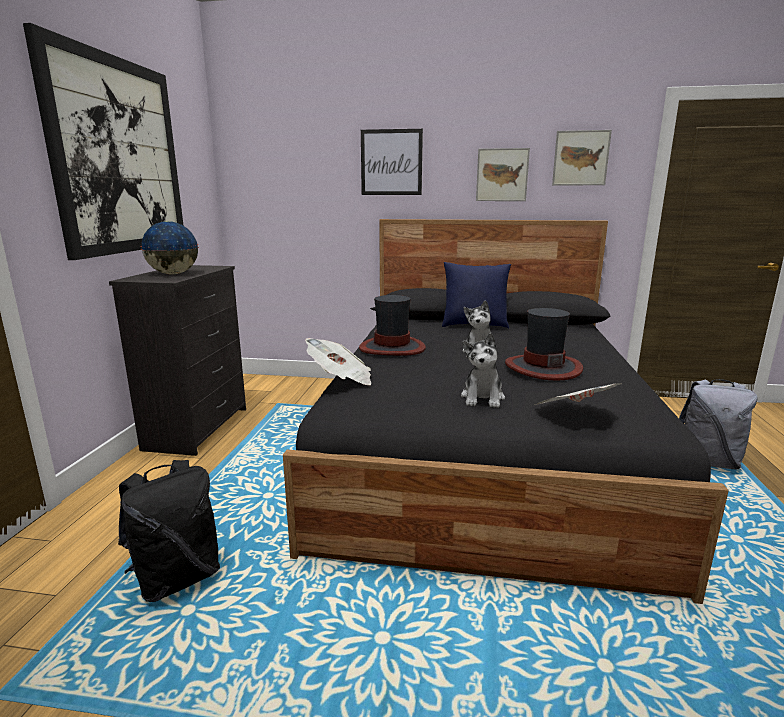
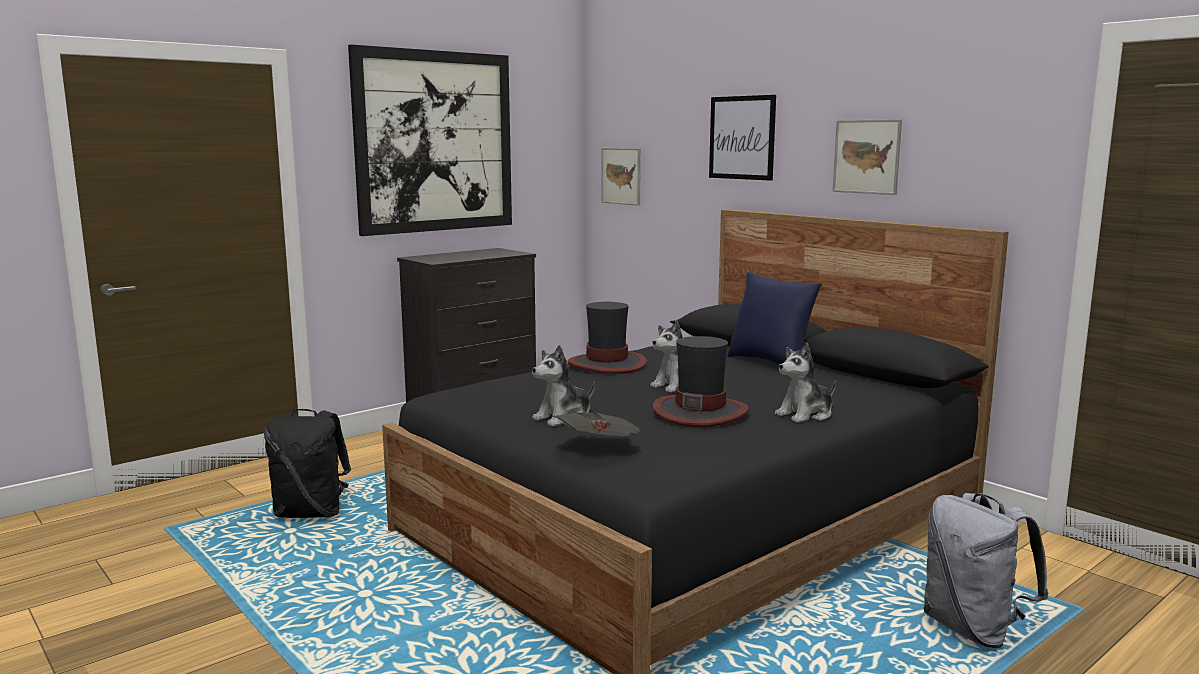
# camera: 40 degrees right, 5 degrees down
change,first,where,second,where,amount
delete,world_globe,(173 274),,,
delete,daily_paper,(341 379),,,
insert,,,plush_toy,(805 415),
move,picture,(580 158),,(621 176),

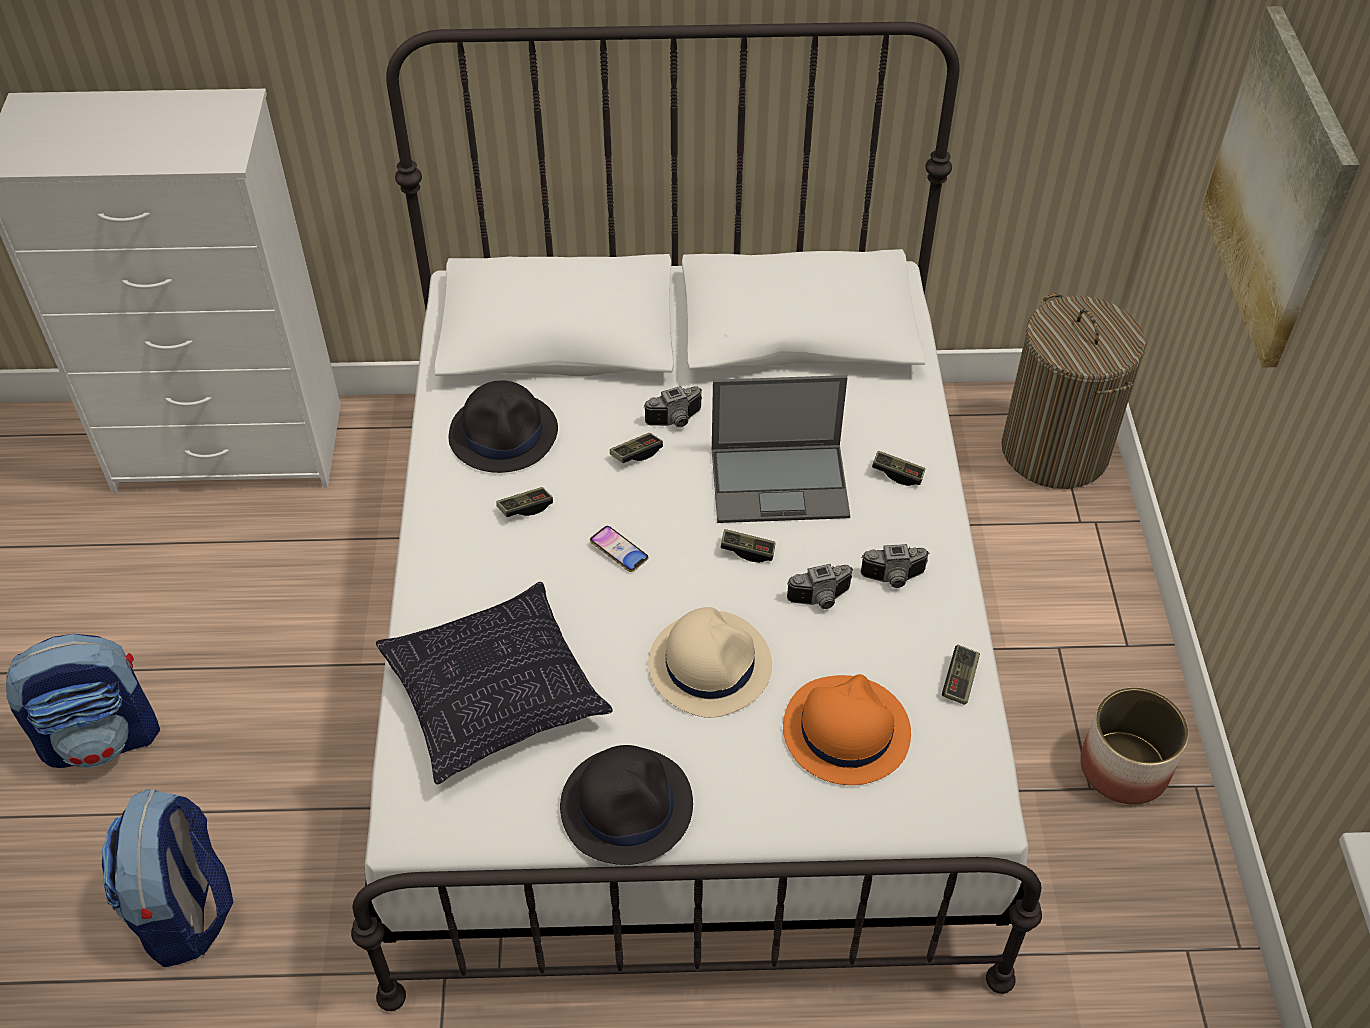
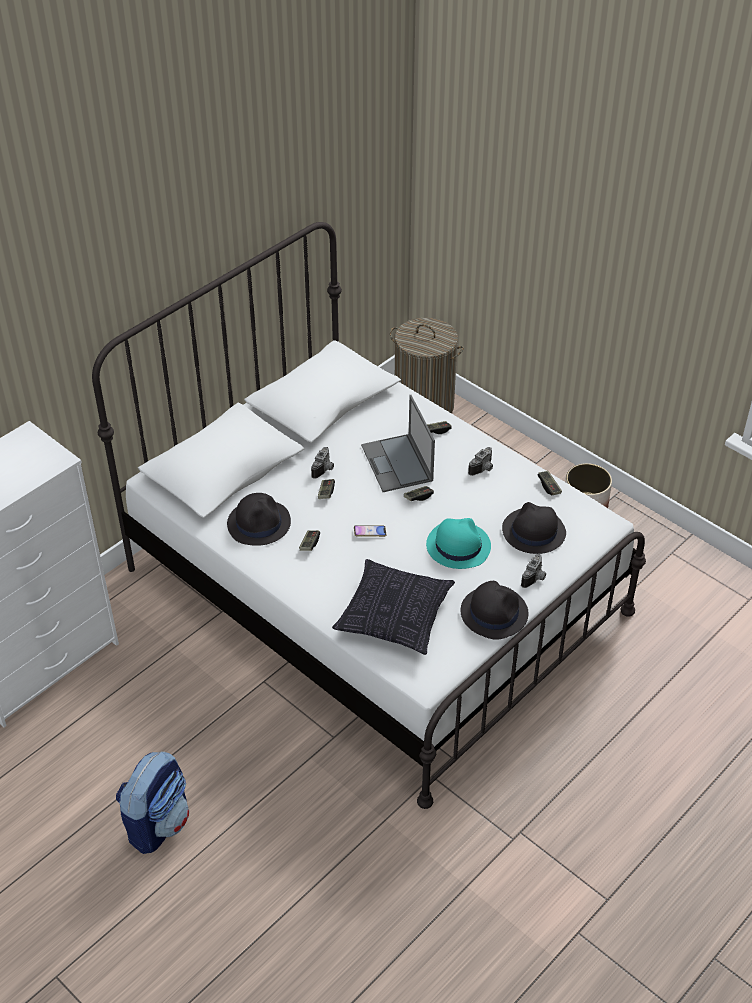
# camera: 45 degrees left, 5 degrees down
change,first,where,second,where,amount
delete,backpack,(186 911),,,
delete,picture,(1279 188),,,
move,still_camera,(821 600),,(535 578),
recolor,beige_hat,(709 664),blue-green_hat,(458 546),
recolor,orange-coloured_hat,(845 730),black_hat,(533 531),
rotate,laptop,(781 482),,(397 464),120 degrees clockwise

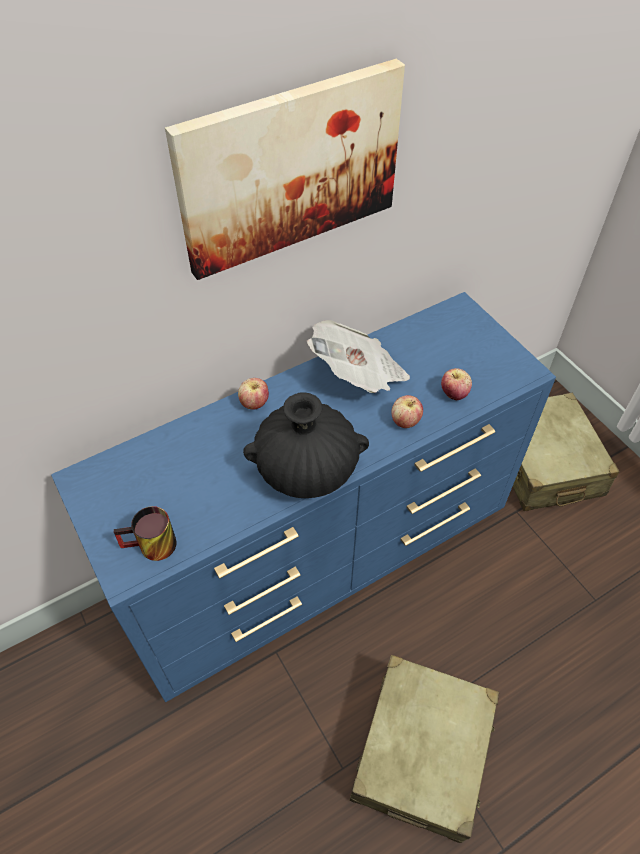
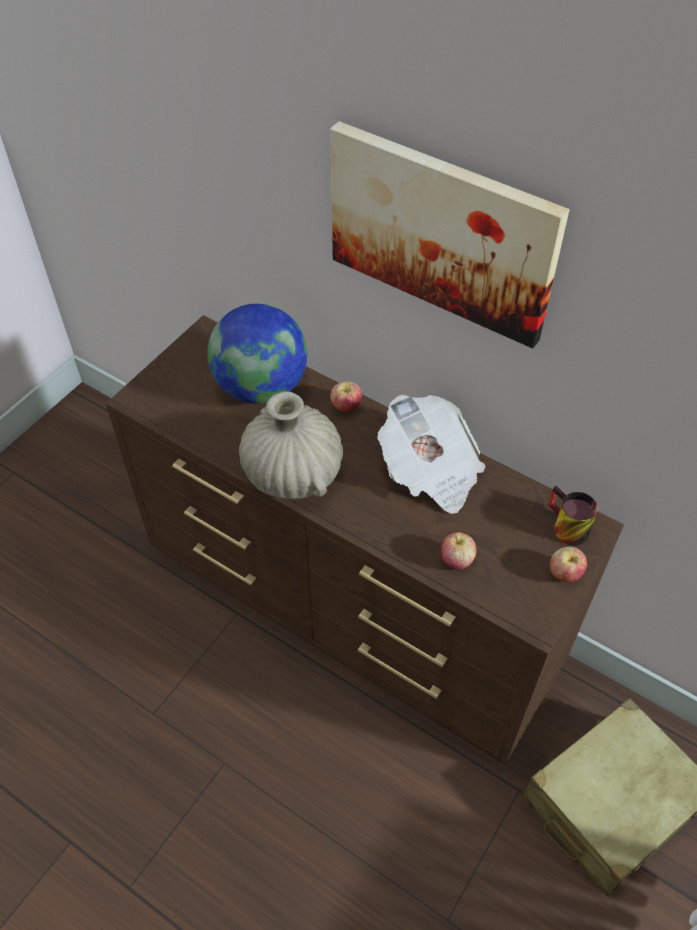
# camera: 65 degrees right, 0 degrees up
change,first,where,second,where,amount
delete,beige_travel_case,(422 752),,,
insert,,,world_globe,(261 387),
move,mug,(151 548),,(564 527),
move,whole_apple,(405 421),,(564 574),
recolor,bluish_chest_of_drawers,(320 557),brown_chest_of_drawers,(351 609),
recolor,black_flower_vase,(307 470),beige_flower_vase,(292 473),

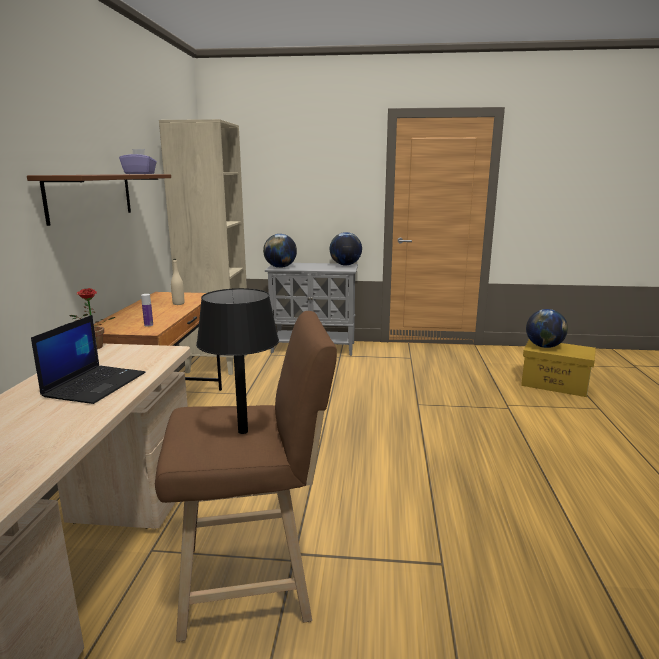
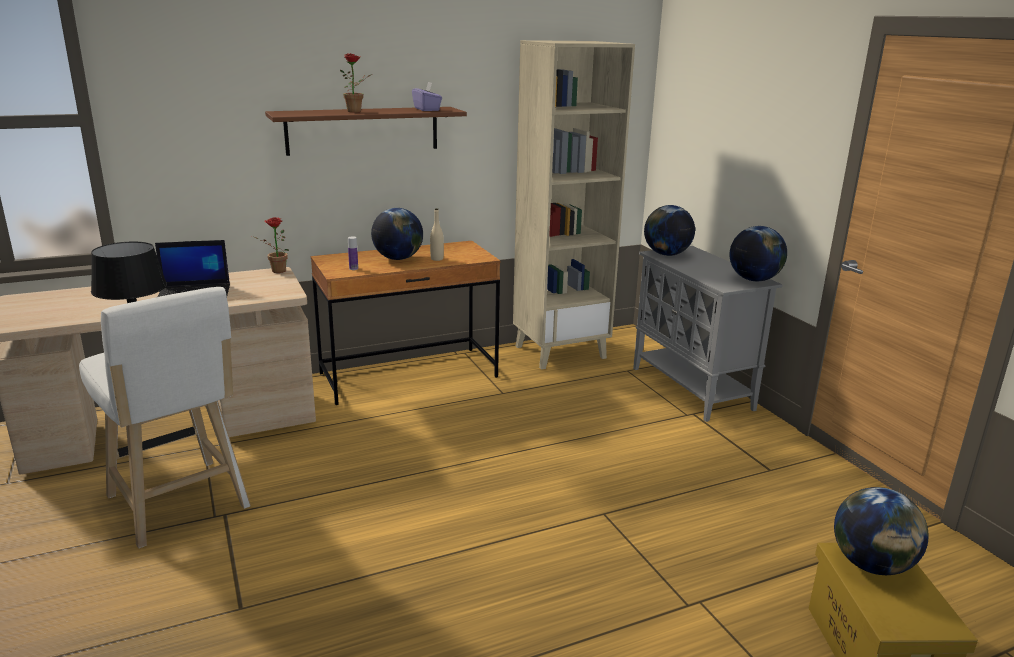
# camera: 60 degrees right, 5 degrees up
change,first,where,second,where,amount
insert,,,houseplant,(357 111),
insert,,,world_globe,(398 258),
recolor,brown_stool_seat,(254 581),white_stool_seat,(180 506),

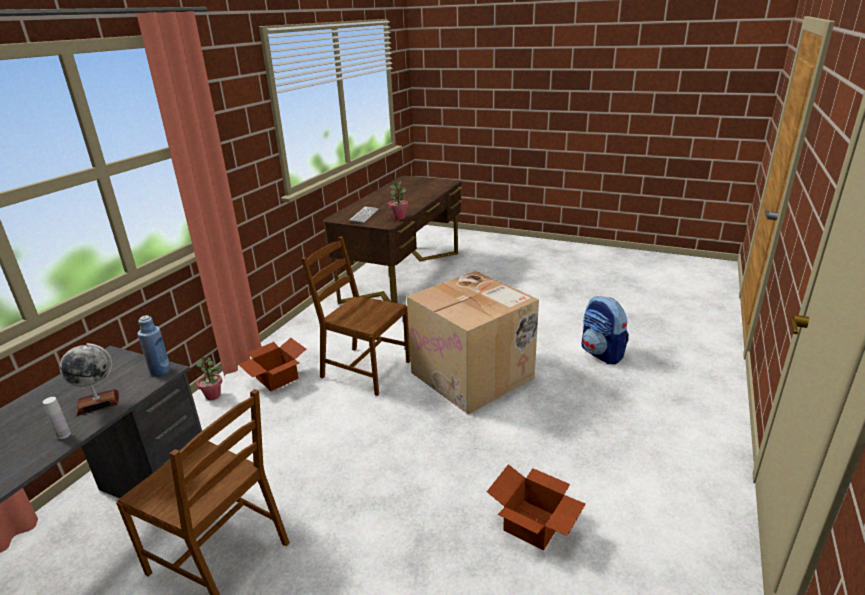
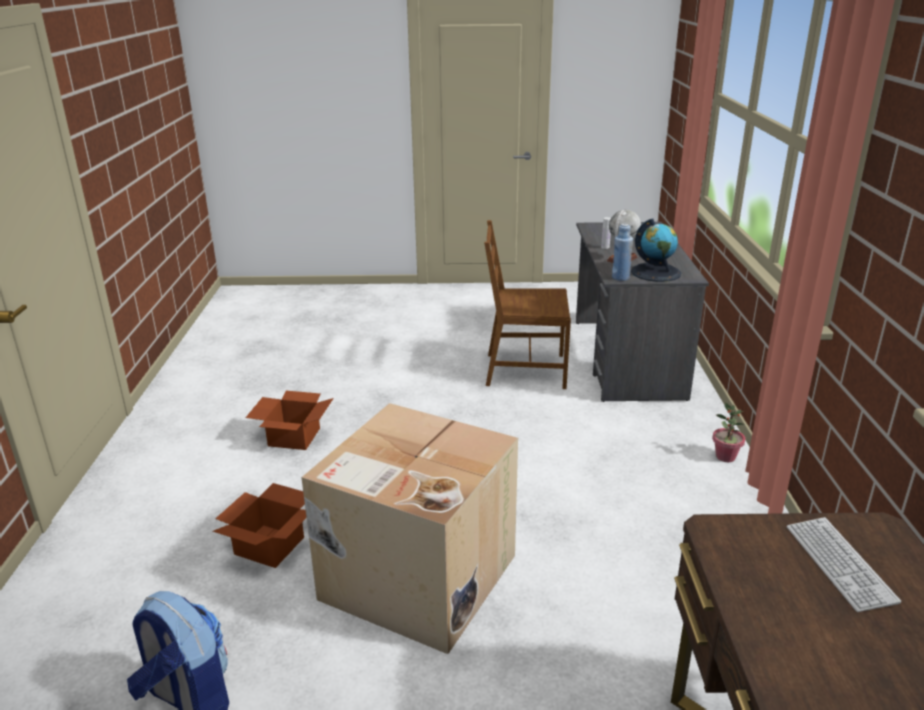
# camera: 155 degrees right, 0 degrees up
change,first,where,second,where,amount
delete,brown_plain_chair,(364 370),,,
delete,houseplant,(399 217),,,
insert,,,world_globe,(656 272),
move,cardboard_box,(275 378),,(271 545),

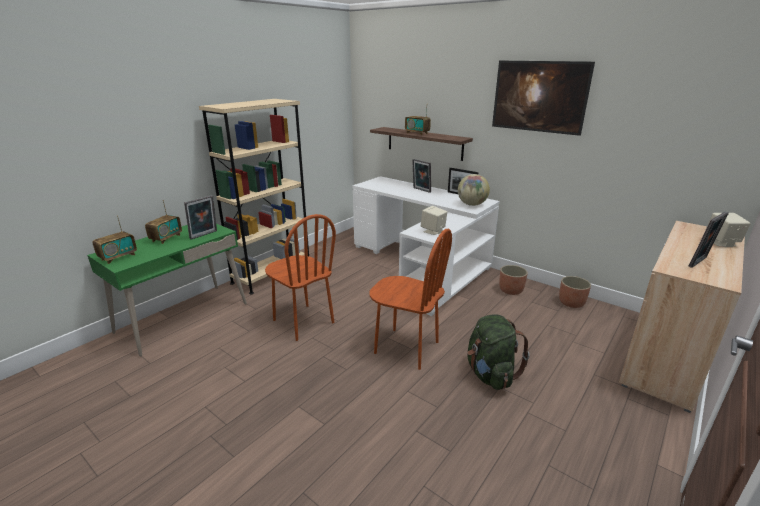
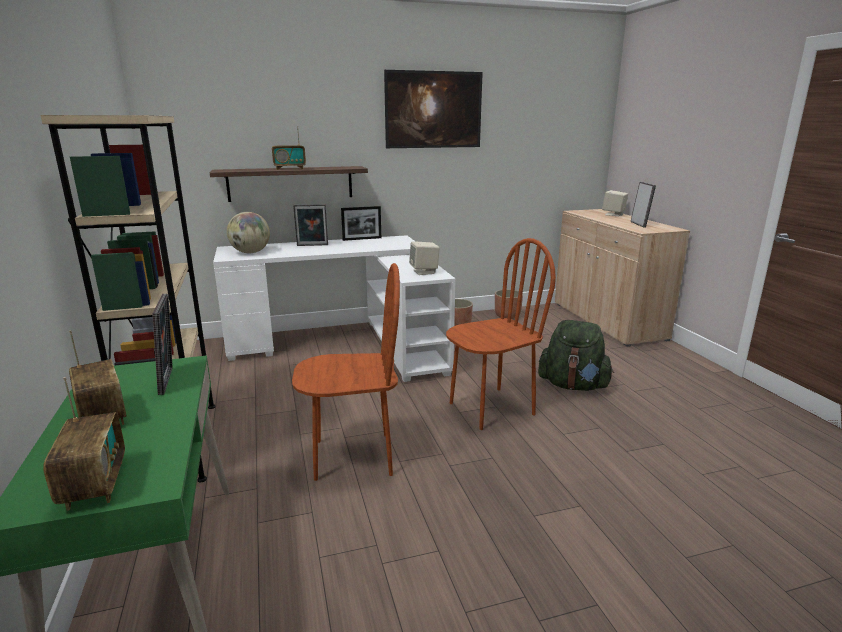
# camera: 55 degrees left, 5 degrees down
change,first,where,second,where,amount
move,world_globe,(471 204),,(250 252),

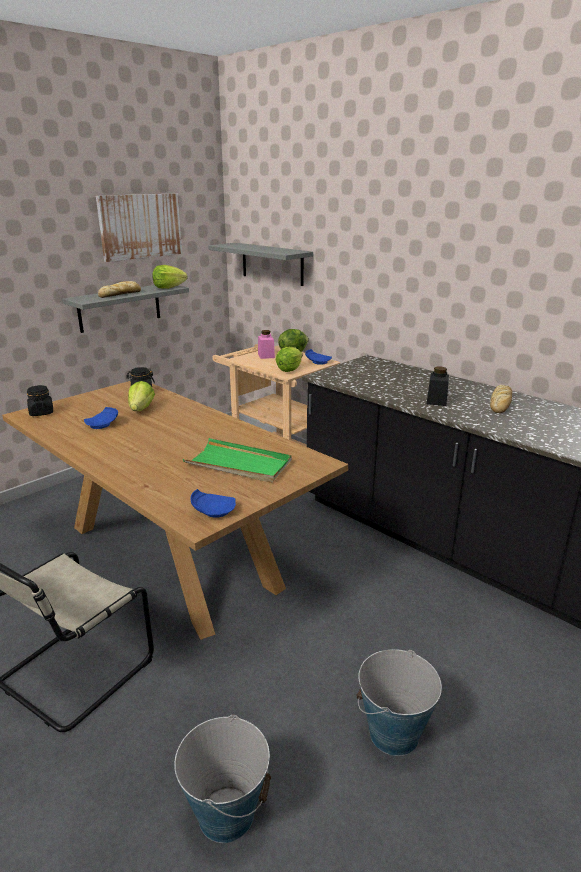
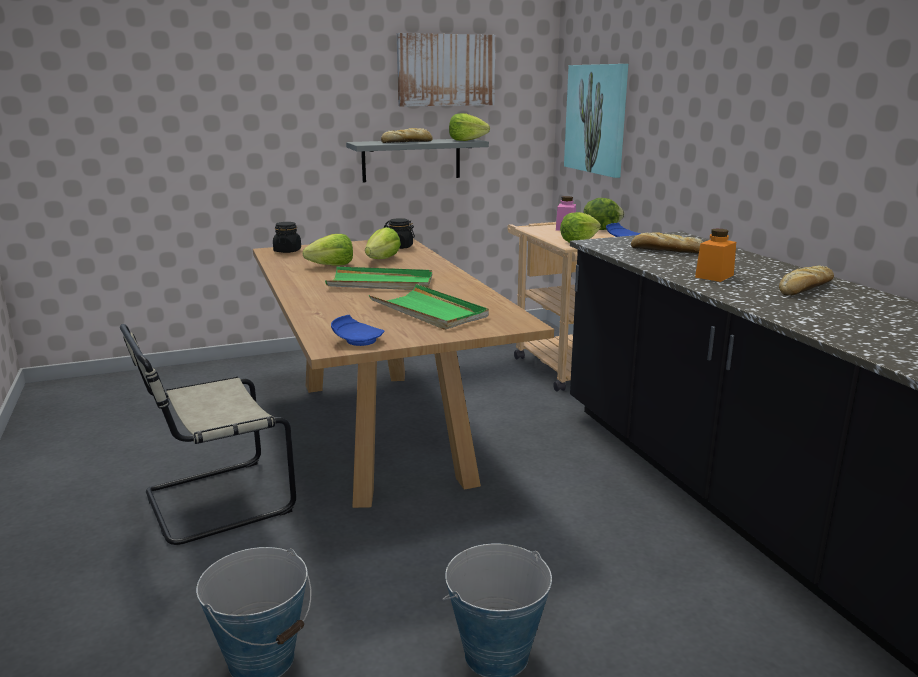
# camera: 25 degrees right, 5 degrees down
change,first,where,second,where,amount
insert,,,greenish_tray,(381 283),
insert,,,bread,(665 250),
replace,bluish_flat_dish,(103 425),lettuce,(332 265),
replace,greyish_bracket_shelf,(272 263),picture,(596 119),
recolor,black_jar,(436 400),orange-coloured_jar,(714 276),

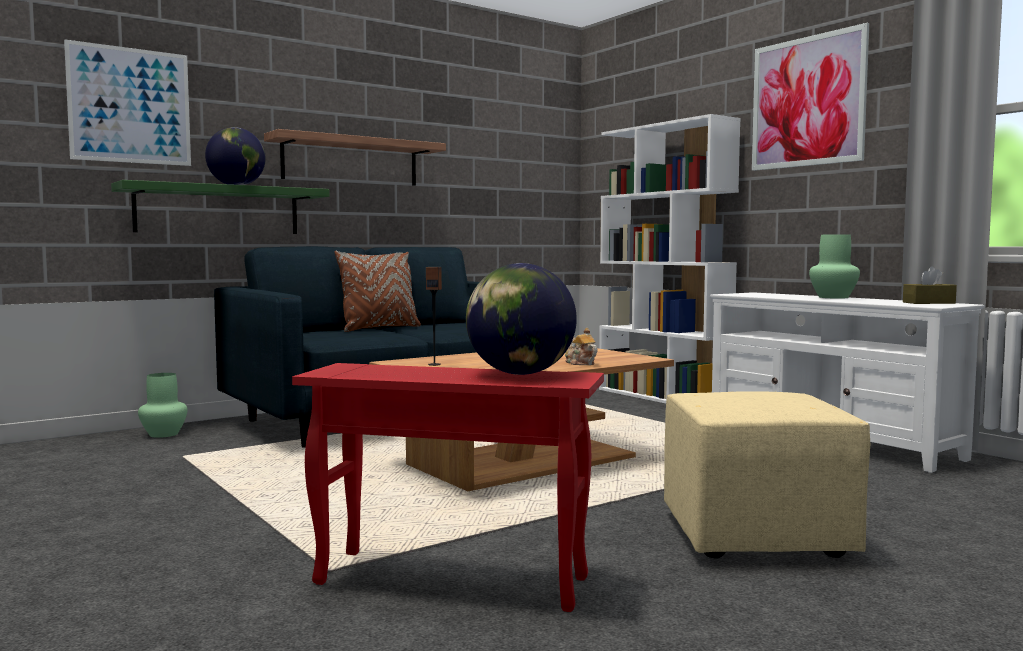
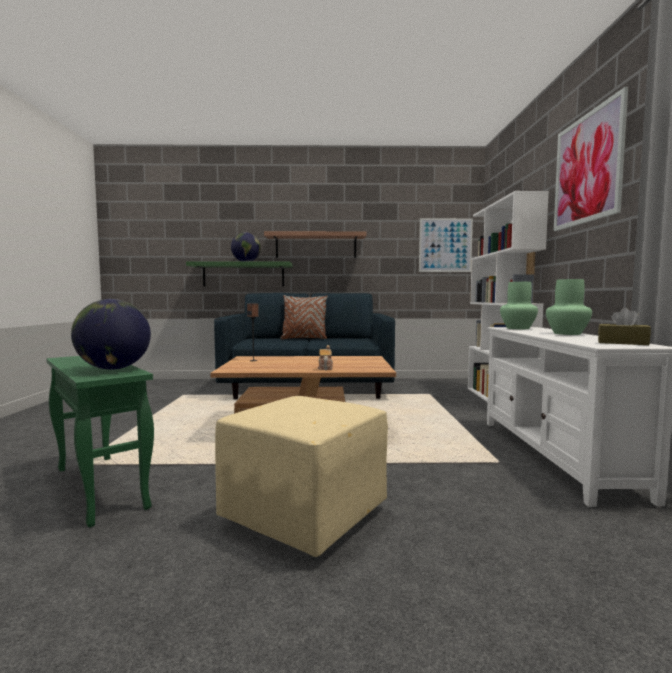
# camera: 35 degrees right, 0 degrees up
change,first,where,second,where,amount
move,picture,(130 105),,(445 245),
move,greenish_flower_vase,(164 434),,(518 328),
recolor,red_accent_table,(451 581),greenish_accent_table,(100 487),

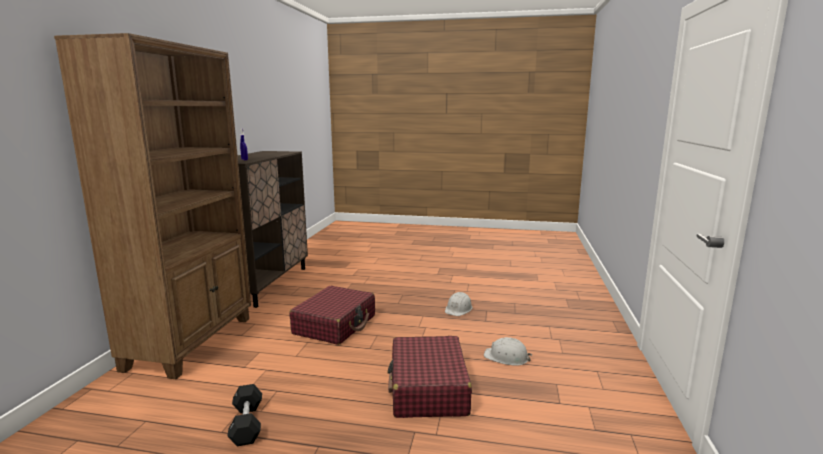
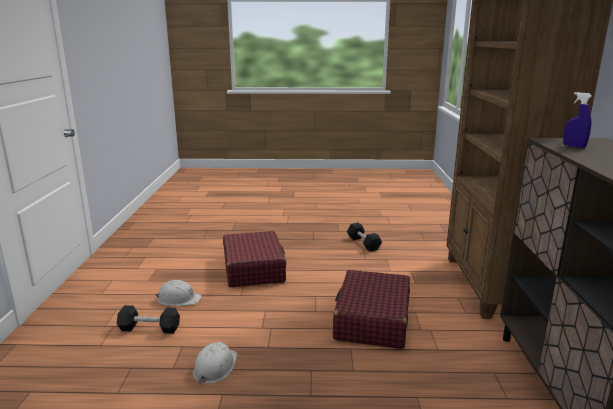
# camera: 170 degrees right, 5 degrees up
change,first,where,second,where,amount
insert,,,black_hand_weight,(149 328),

